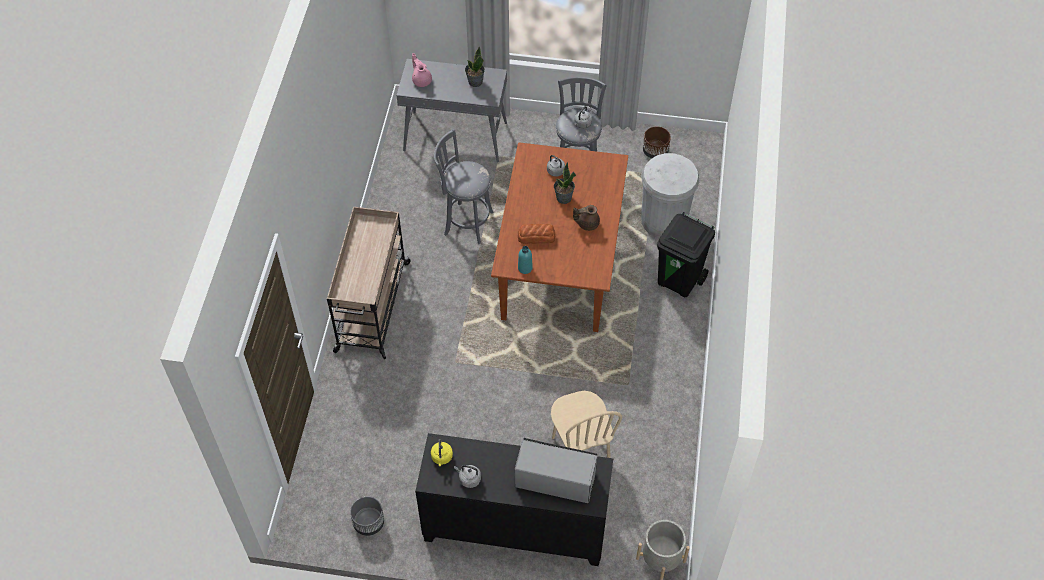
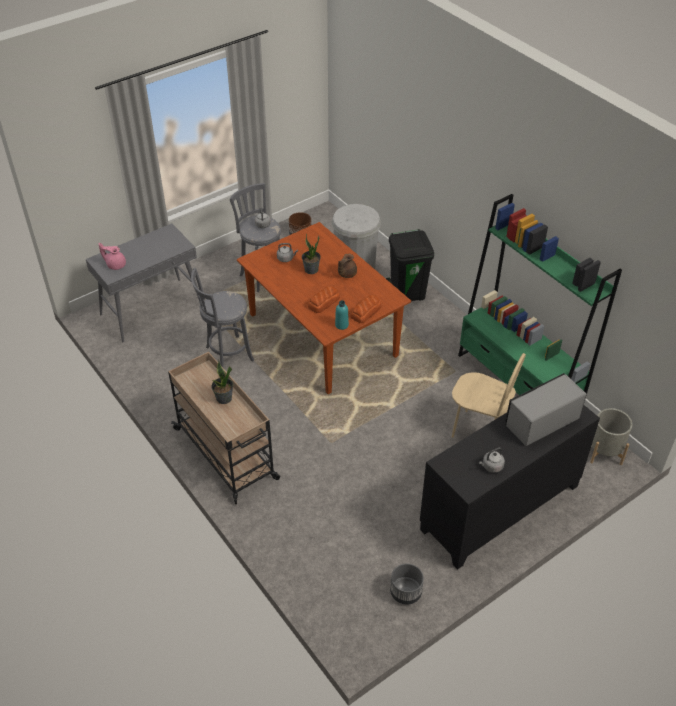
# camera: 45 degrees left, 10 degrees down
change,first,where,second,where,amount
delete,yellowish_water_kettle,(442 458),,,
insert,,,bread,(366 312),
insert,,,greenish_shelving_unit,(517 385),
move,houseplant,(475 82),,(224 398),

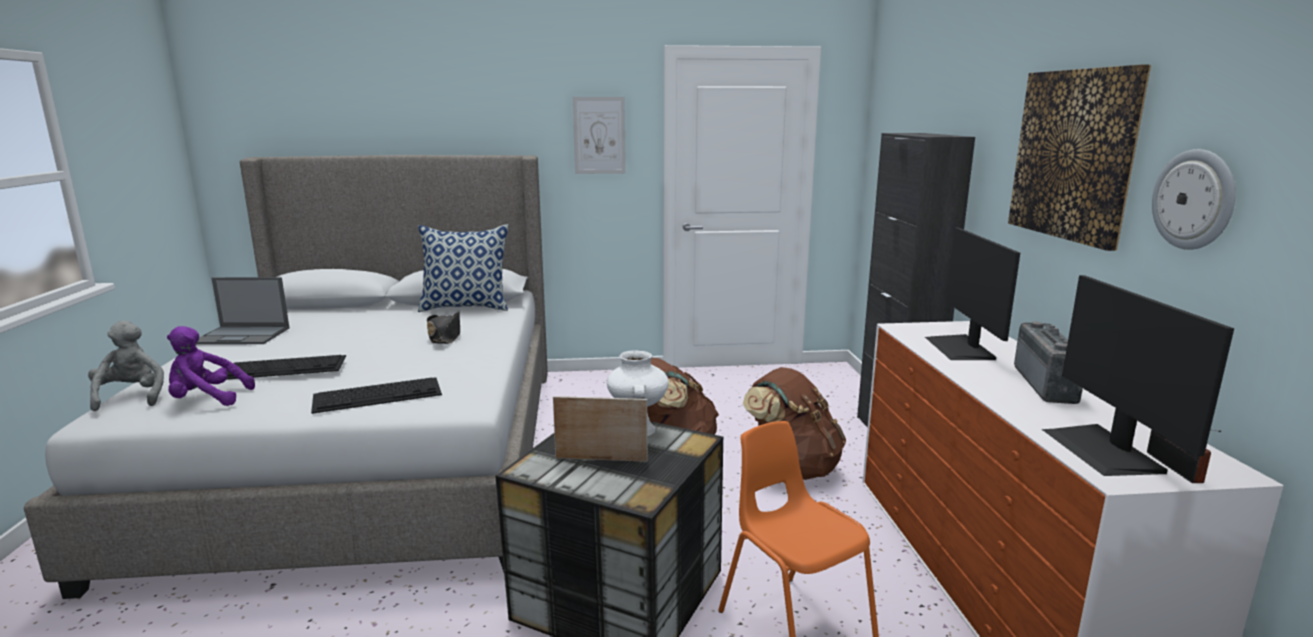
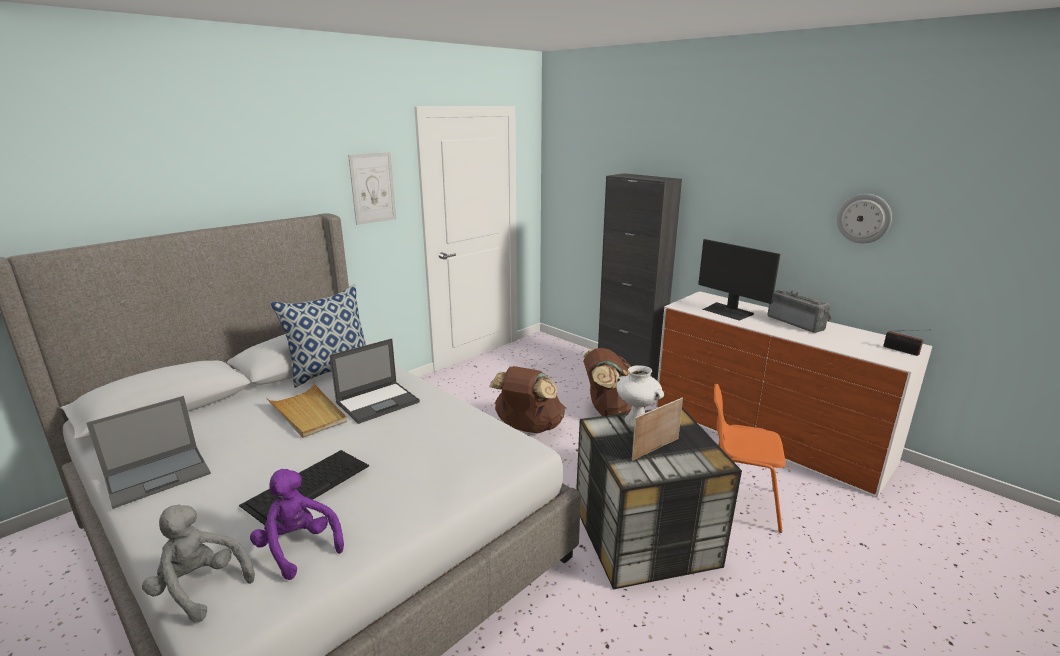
# camera: 40 degrees left, 5 degrees up
change,first,where,second,where,amount
delete,keyboard,(379 394),,,
delete,picture,(1074 155),,,
delete,computer_screen,(1103 450),,,
insert,,,beige_tray,(308 413),
replace,black_hat,(445 337),laptop,(378 402),
rotate,purple_plush_toy,(207 400),,(298 548),90 degrees clockwise

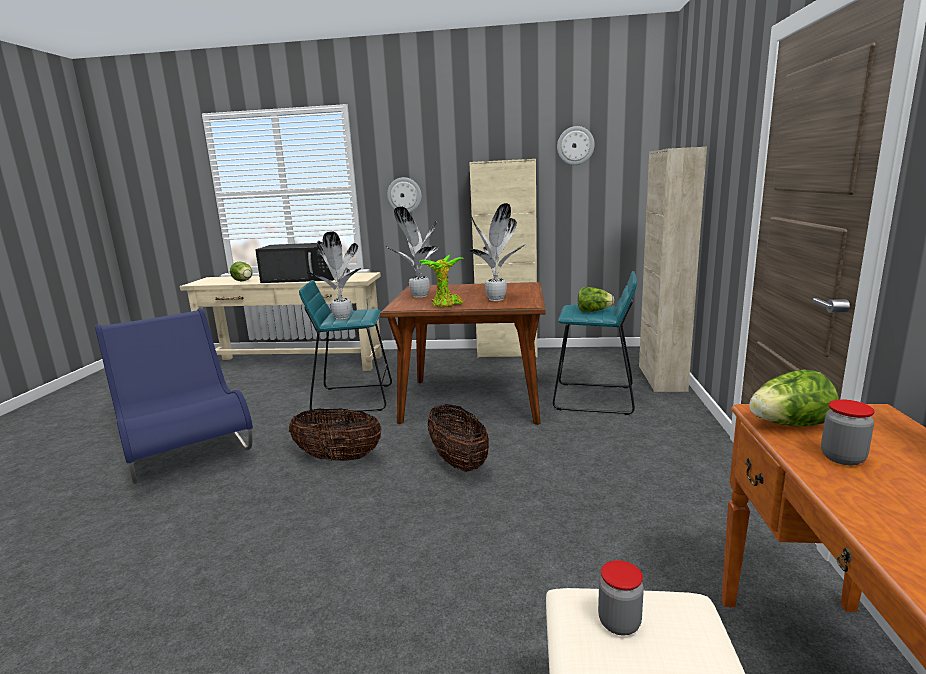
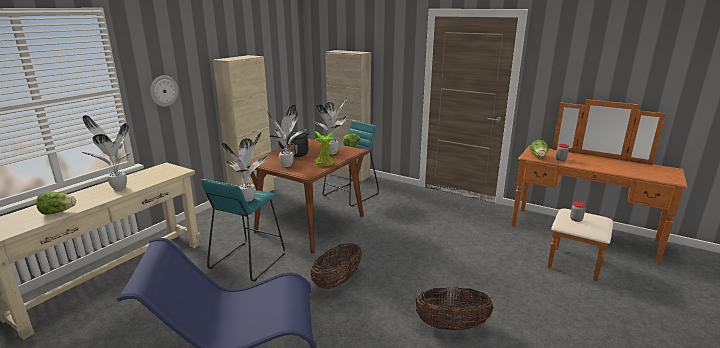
# camera: 65 degrees left, 5 degrees up
change,first,where,second,where,amount
delete,hanging_clock,(575 145),,,
insert,,,black_water_kettle,(296 154),
move,household_basket,(458 462),,(451 326),
replace,black_kitchen_microwave,(304 278),houseplant,(118 187),

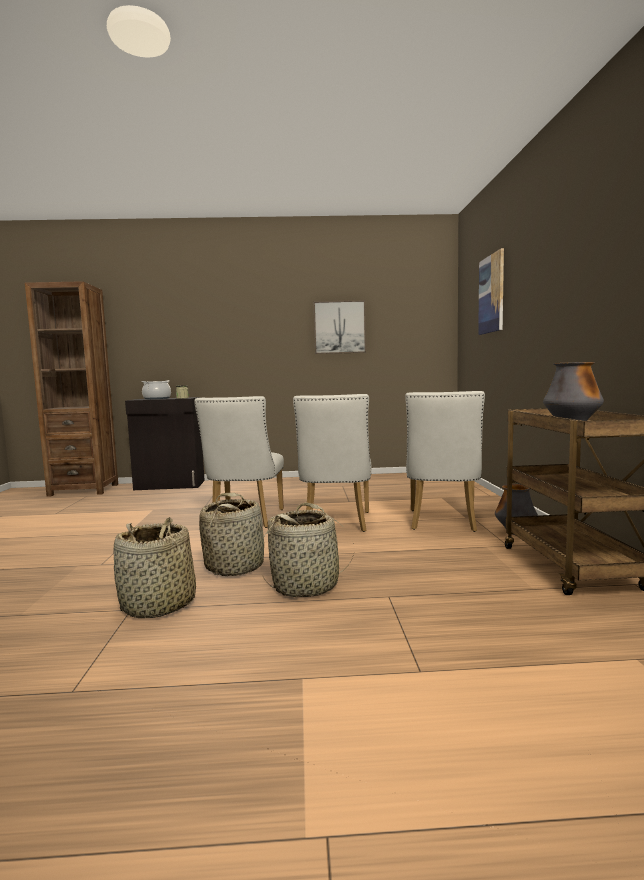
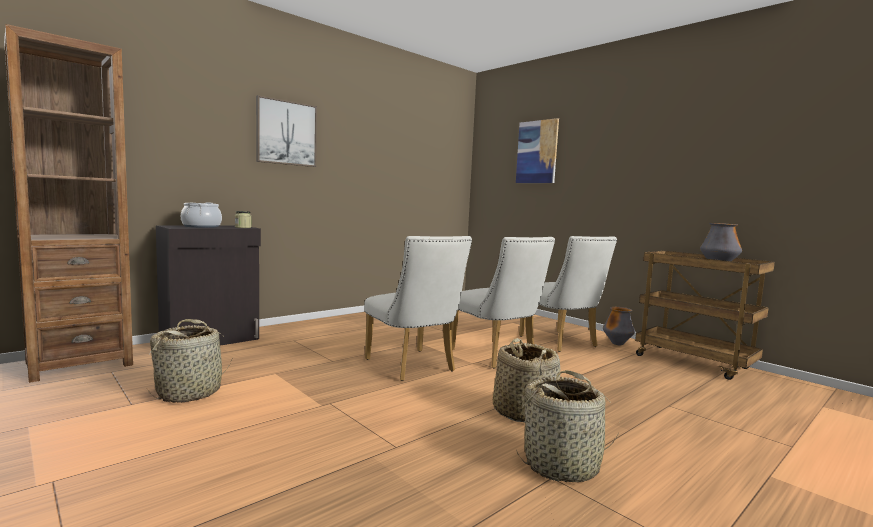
# camera: 40 degrees left, 0 degrees up
change,first,where,second,where,amount
move,household_basket,(306 585),,(190 392),
move,picture,(339 327),,(286 133),

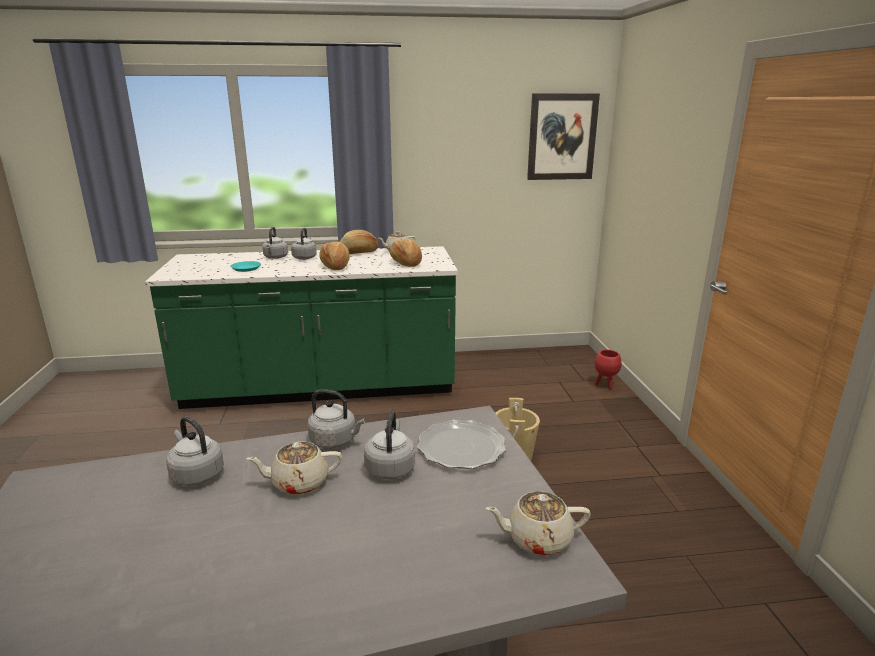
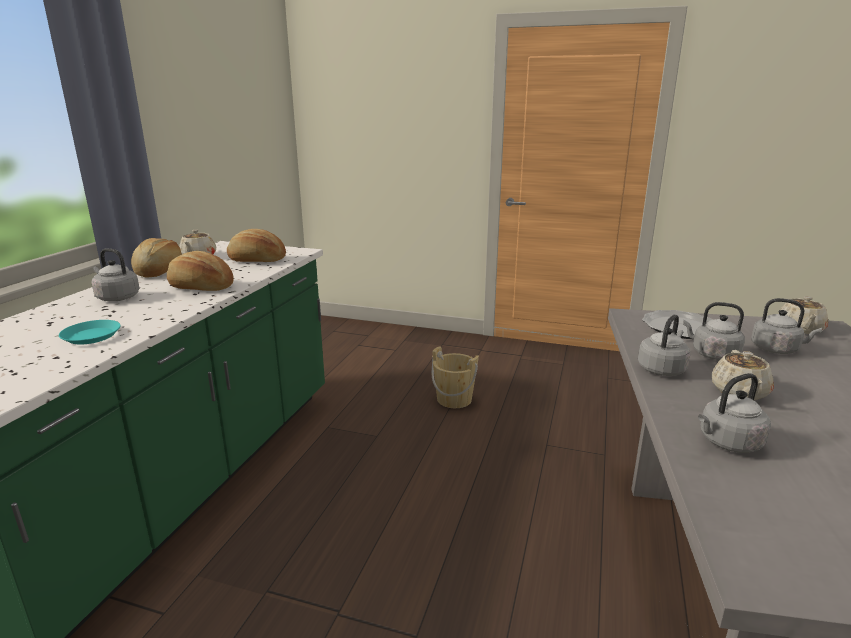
# camera: 65 degrees left, 0 degrees up
change,first,where,second,where,amount
delete,picture,(562 137),,,
delete,red_planter,(605 385),,,
move,greyish_water_kettle,(275 257),,(777 349),

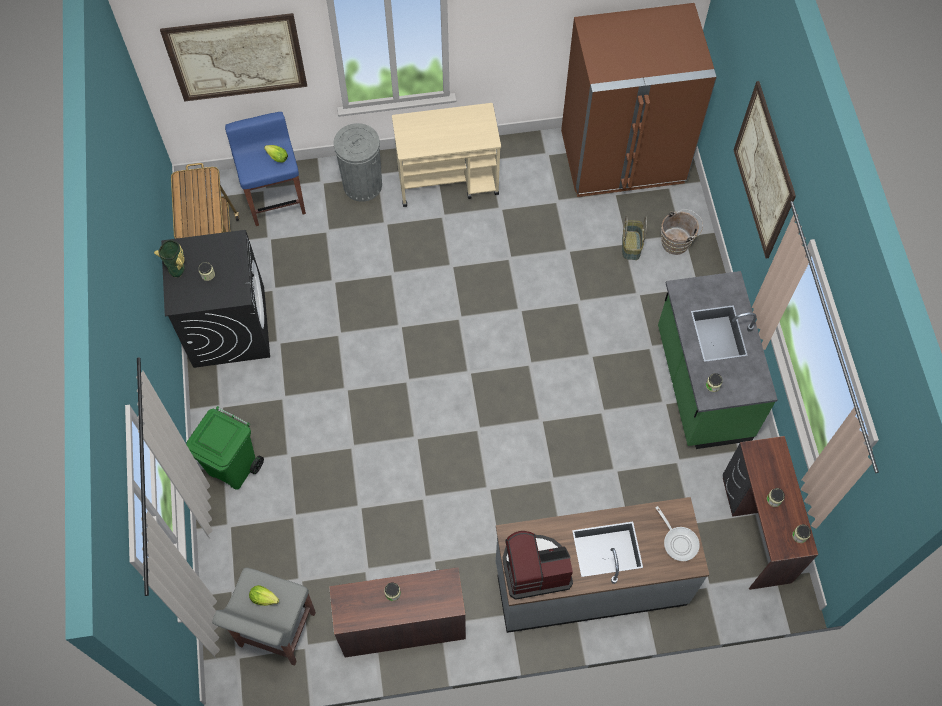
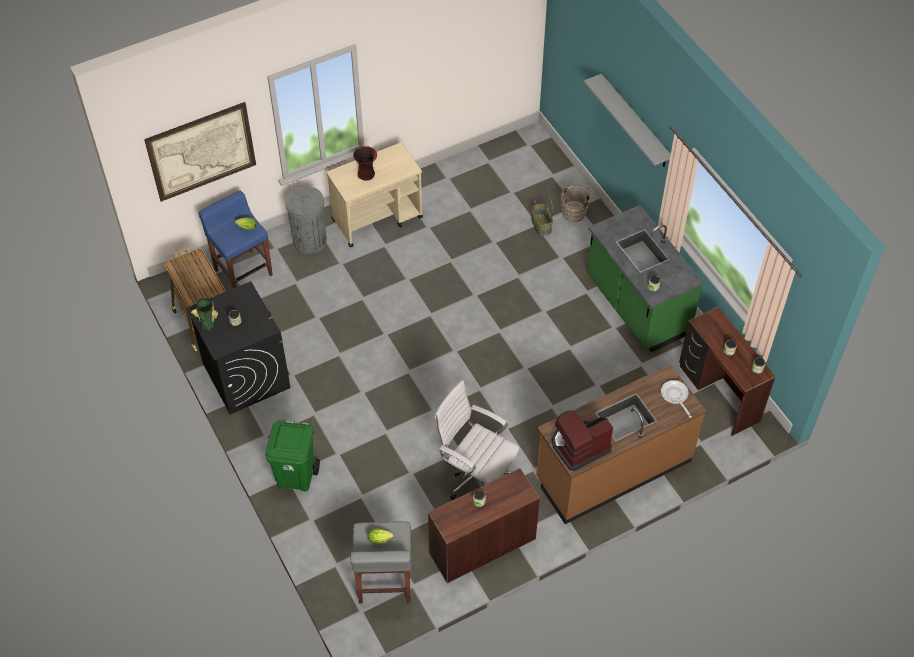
# camera: 20 degrees left, 10 degrees down
change,first,where,second,where,amount
delete,brown_fridge,(623 158),,,
insert,,,flower_vase,(366 174),
insert,,,white_desk_chair,(475 477),
replace,picture,(764 171),greyish_bracket_shelf,(634 122),
recolor,greyish_counter,(590 583),brown_counter,(613 469),
rotate,frying_pan,(679 541),,(675 396),150 degrees counterclockwise

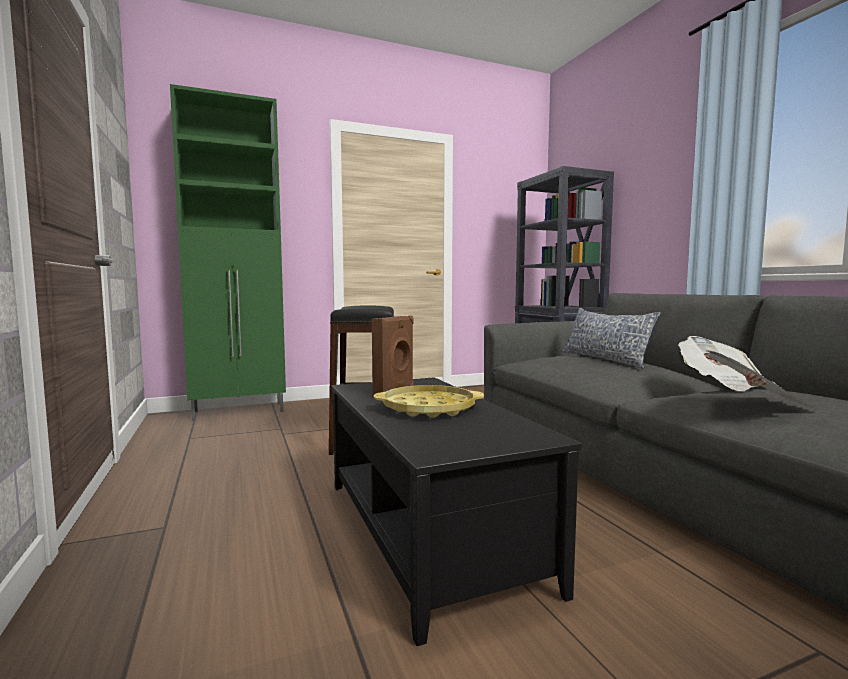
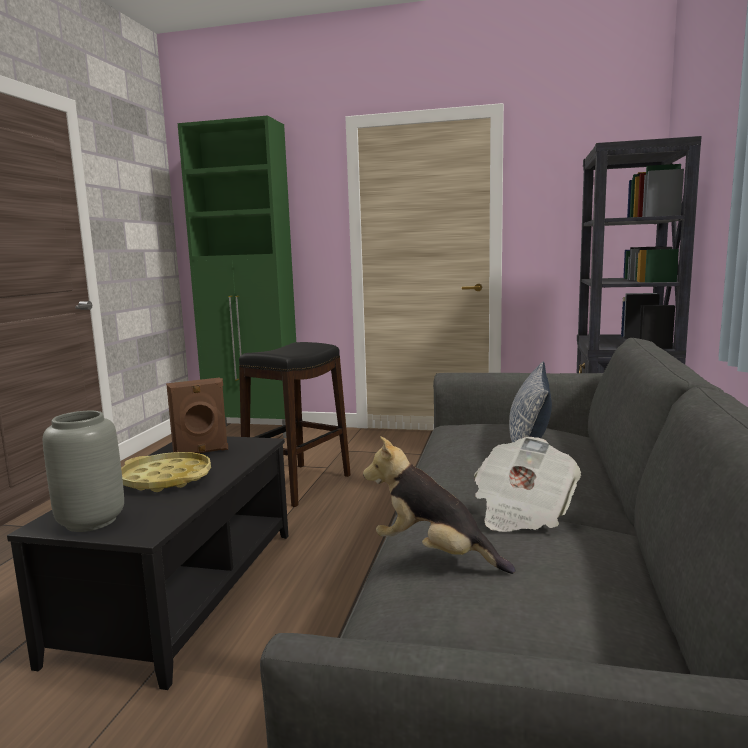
# camera: 35 degrees right, 5 degrees up
change,first,where,second,where,amount
insert,,,greyish_flower_vase,(89 522),
replace,daily_paper,(757 404),plush_toy,(434 554),

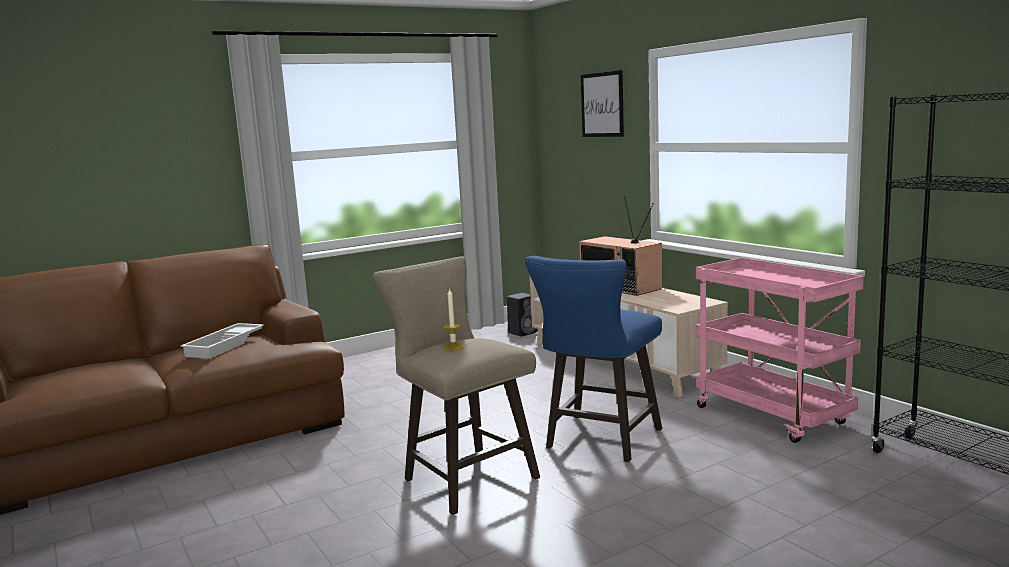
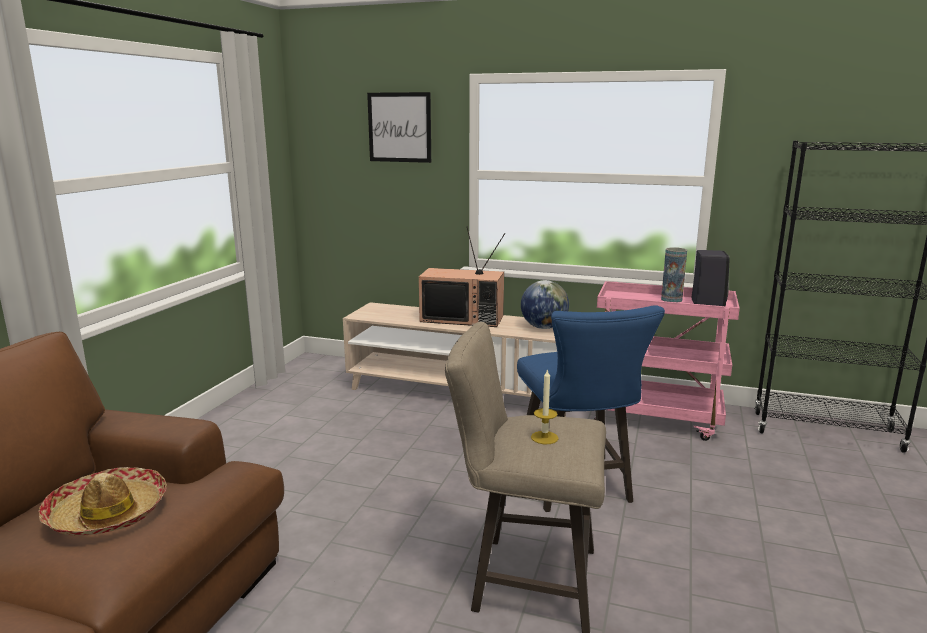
# camera: 40 degrees left, 5 degrees up
change,first,where,second,where,amount
insert,,,world_globe,(543 327),
insert,,,flower_vase,(671 299),
move,black_audio_speaker,(523 332),,(707 303),
replace,white_tray,(225 345),hat,(107 513),

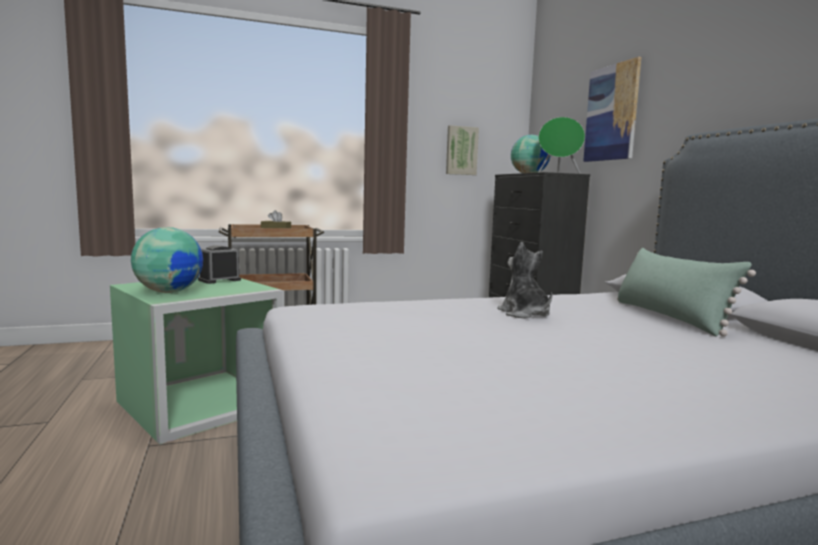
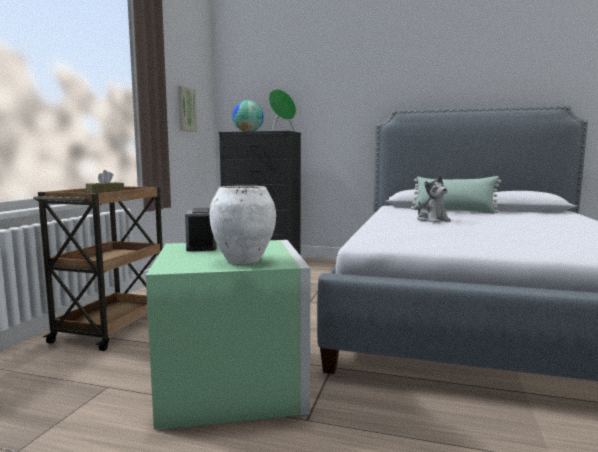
# camera: 55 degrees left, 0 degrees up
change,first,where,second,where,amount
delete,picture,(611 113),,,
replace,world_globe,(169 292),white_flower_vase,(242 260),
rotate,plush_toy,(524 314),,(432 220),120 degrees counterclockwise

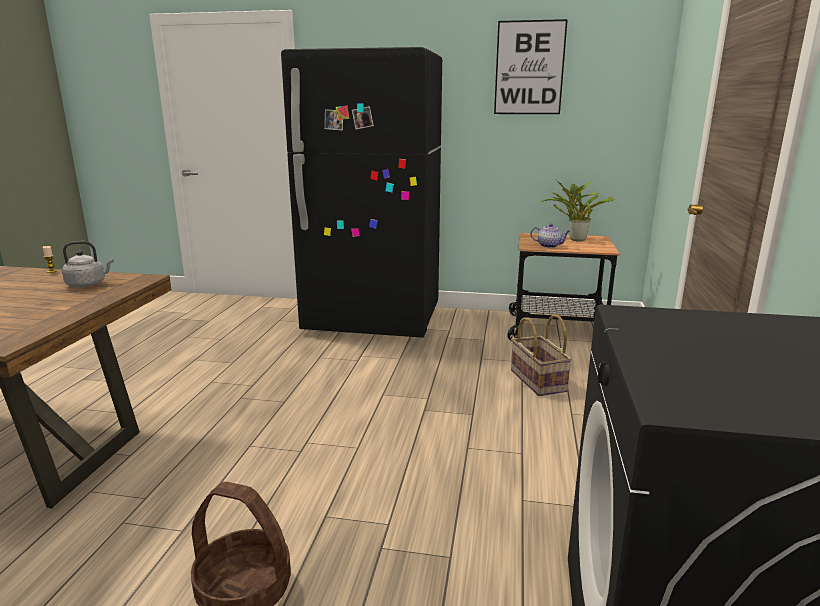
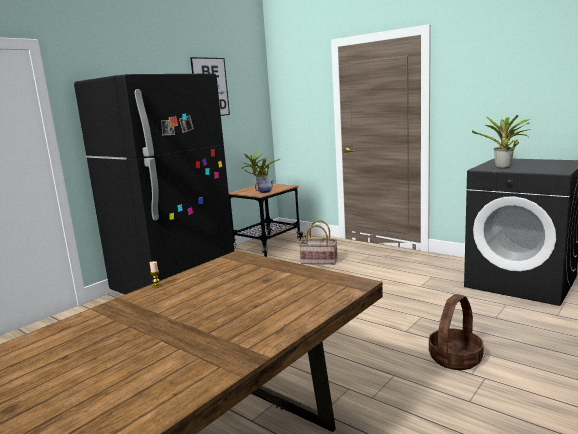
# camera: 60 degrees left, 5 degrees down
change,first,where,second,where,amount
delete,greyish_water_kettle,(88 284),,,
insert,,,houseplant,(503 168),

